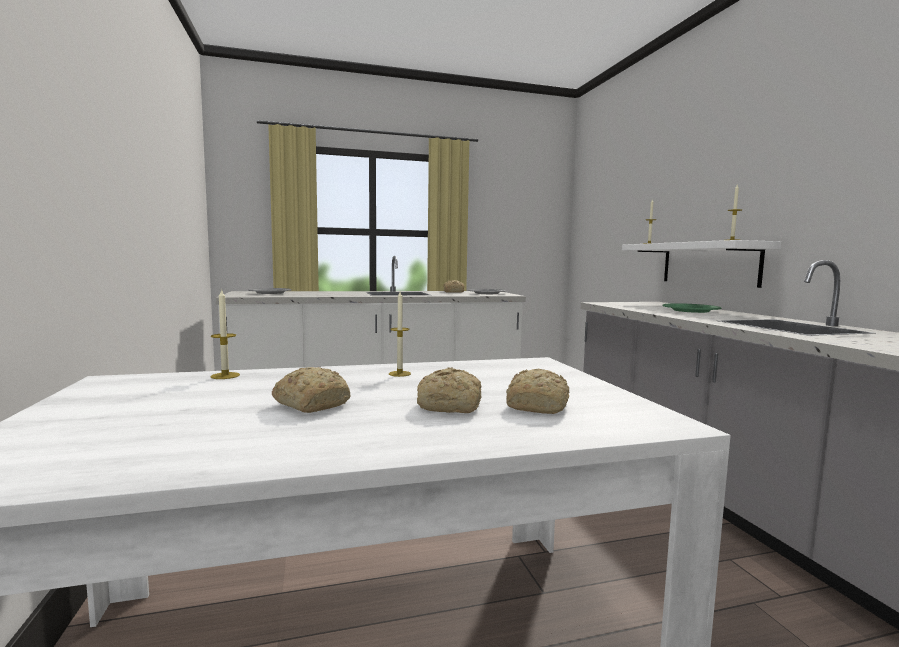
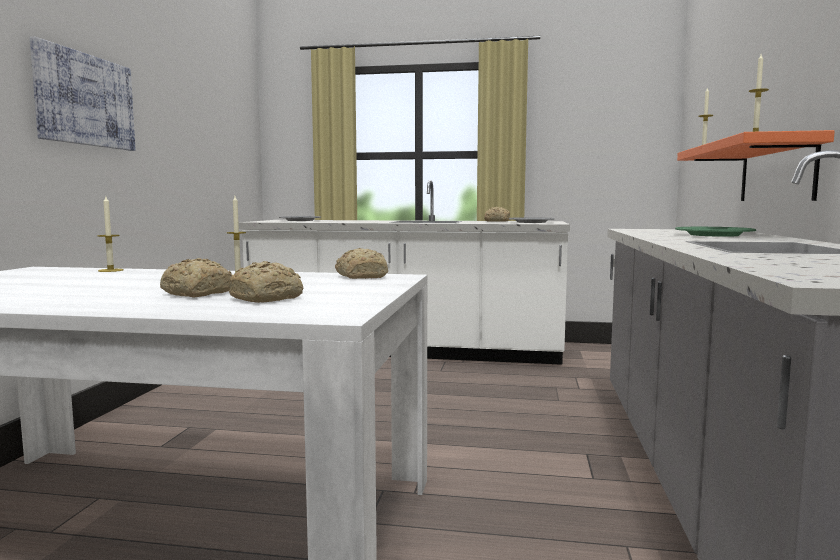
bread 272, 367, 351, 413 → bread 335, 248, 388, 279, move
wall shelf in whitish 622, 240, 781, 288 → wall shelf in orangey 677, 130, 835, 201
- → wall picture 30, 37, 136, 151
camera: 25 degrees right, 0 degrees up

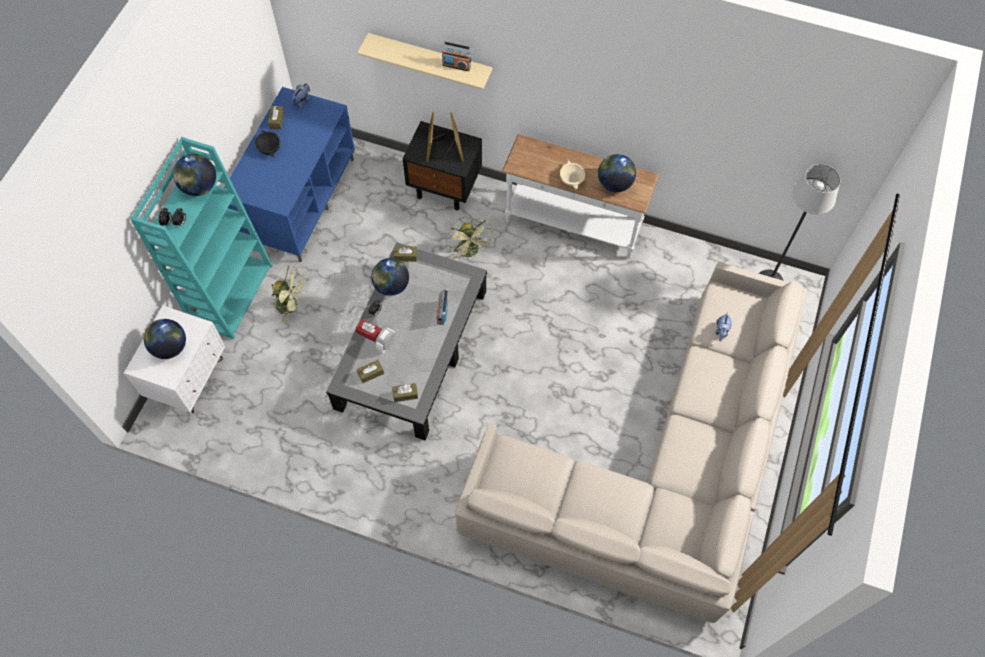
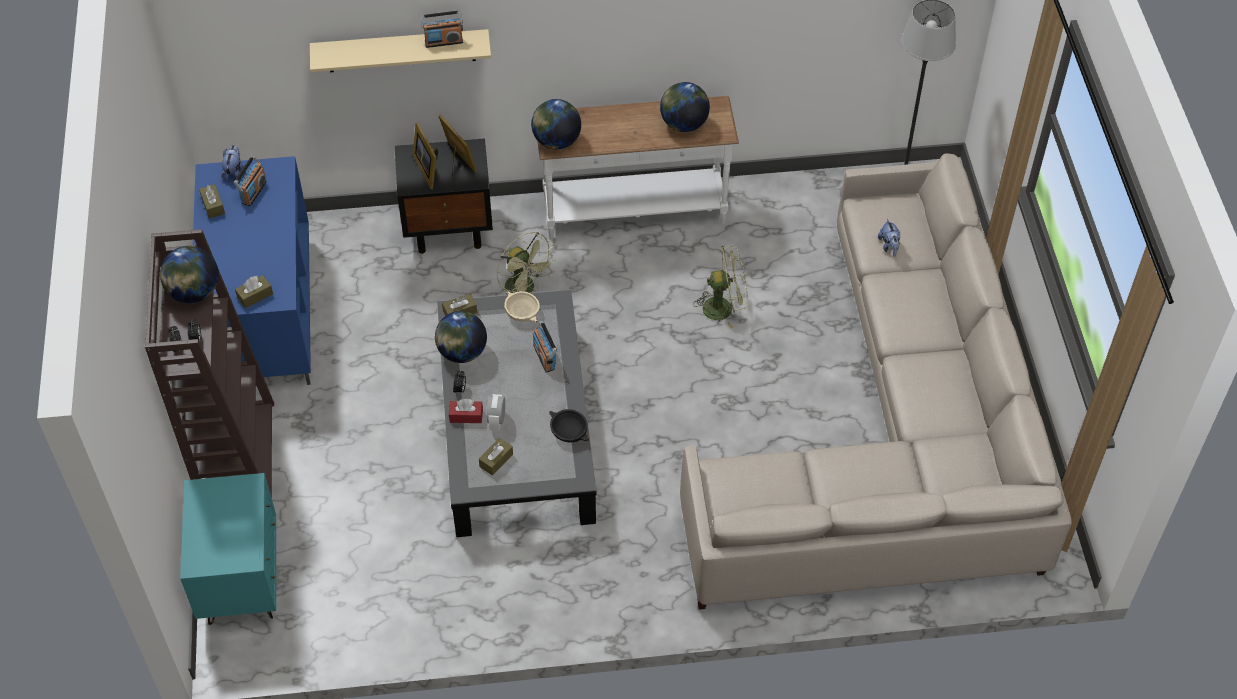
night table in whitish 124, 306, 225, 413 → night table in turquoise-coloured 180, 473, 276, 625
shelving unit in turquoise-coloured 131, 137, 273, 339 → shelving unit in brownish 145, 229, 274, 498
desk globe 144, 319, 186, 359 → desk globe 531, 99, 581, 149, move
serving bowl in blackish 255, 129, 280, 157 → serving bowl in blackish 549, 409, 589, 442, move
electric fan in green 271, 266, 306, 323 → electric fan in green 693, 245, 748, 329, move
box of tissues in brownish 392, 383, 418, 402 → box of tissues in brownish 235, 275, 273, 308, move
serving bowl in beige 560, 160, 585, 190 → serving bowl in beige 504, 291, 540, 322, move
- → radio 234, 155, 267, 206
camera: 25 degrees left, 10 degrees down

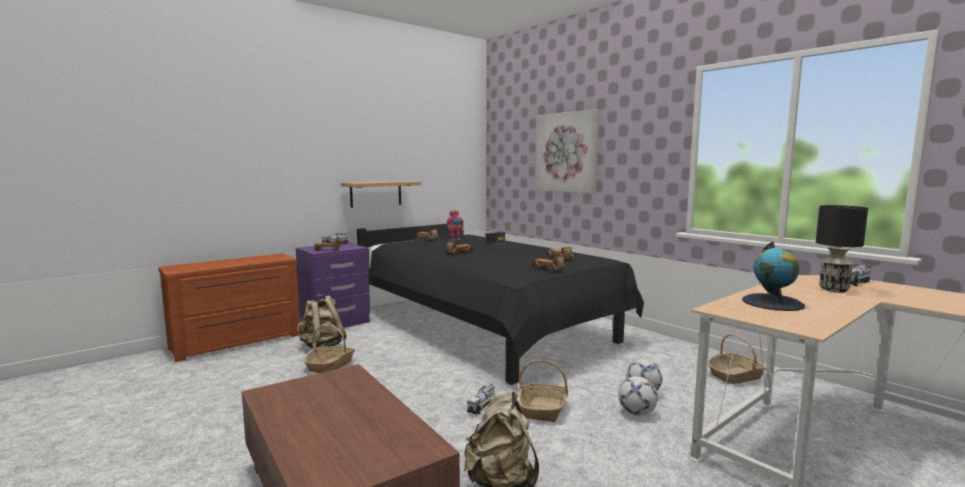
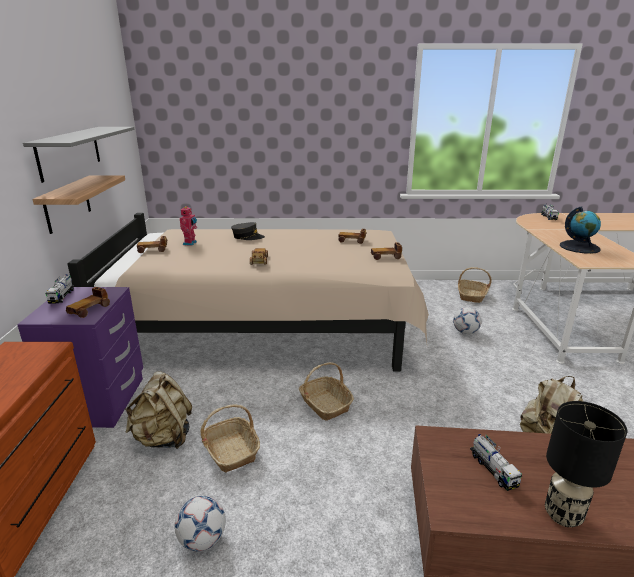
bedroom bed in blackish 357, 220, 644, 385 → bedroom bed in beige 67, 213, 429, 372
toy lorry 467, 384, 495, 414 → toy lorry 470, 434, 523, 491, move
household basket 519, 360, 568, 422 → household basket 299, 362, 354, 420, move
wall picture 535, 109, 599, 193 → -
ball for football 618, 376, 658, 416 → ball for football 174, 496, 226, 551, move
table lamp in blackish 816, 205, 868, 292 → table lamp in blackish 545, 401, 627, 527, move
- → wall shelf in gray 23, 127, 134, 183
camera: 50 degrees left, 15 degrees up

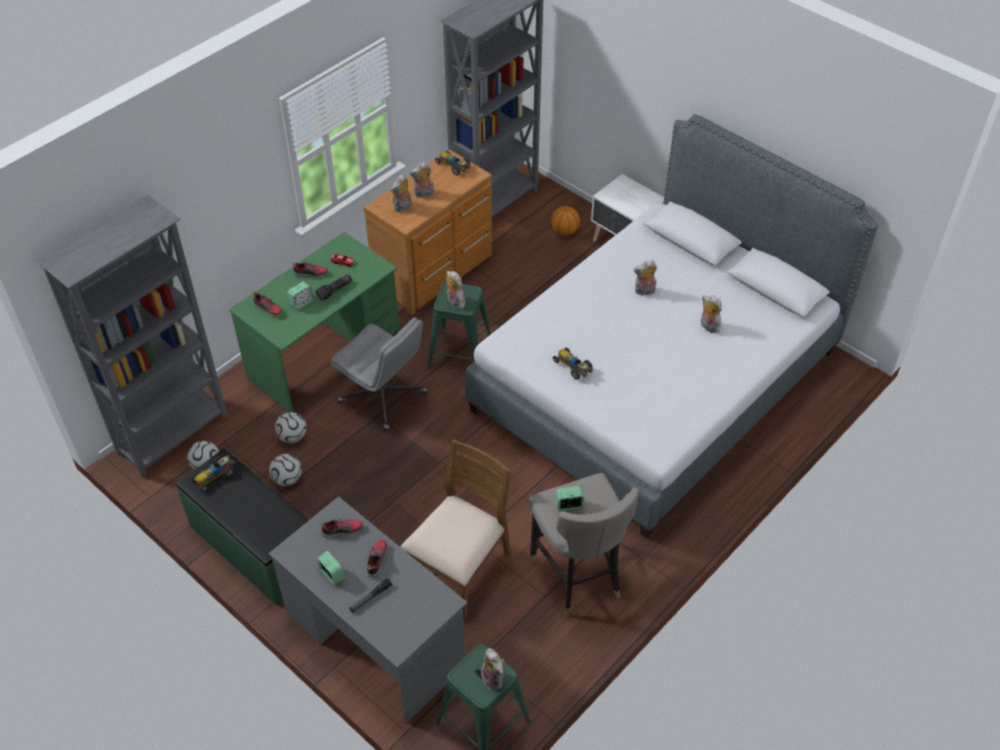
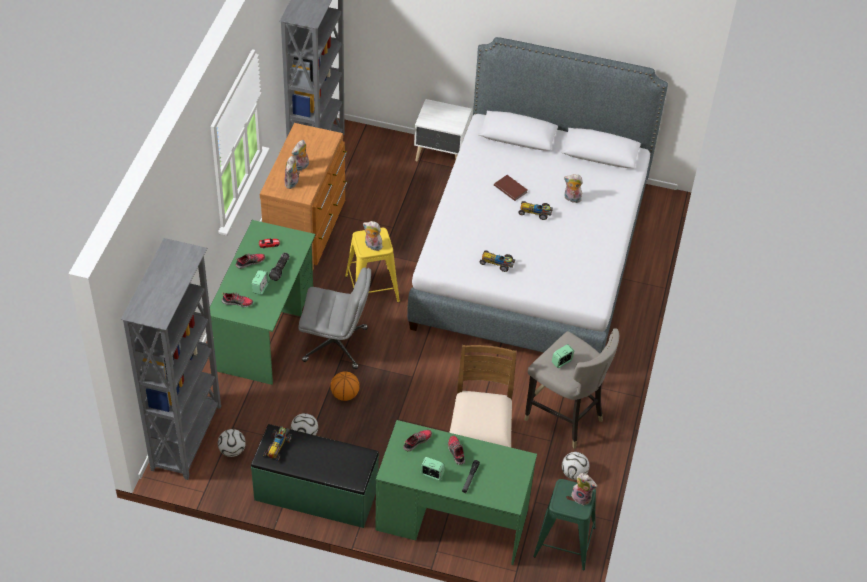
desk in gray 268, 496, 467, 723 → desk in green 375, 420, 537, 565
ball for football 275, 412, 307, 443 → ball for football 562, 452, 589, 480, move
stool in green 427, 281, 491, 369 → stool in yellowish 345, 228, 400, 303
miniature car 435, 151, 471, 176 → miniature car 519, 201, 553, 220, move
basketball ball 551, 206, 580, 235 → basketball ball 330, 371, 360, 401, move
plush toy 634, 260, 657, 295 → bound book in brownish 494, 175, 527, 201
camera: 30 degrees left, 0 degrees up

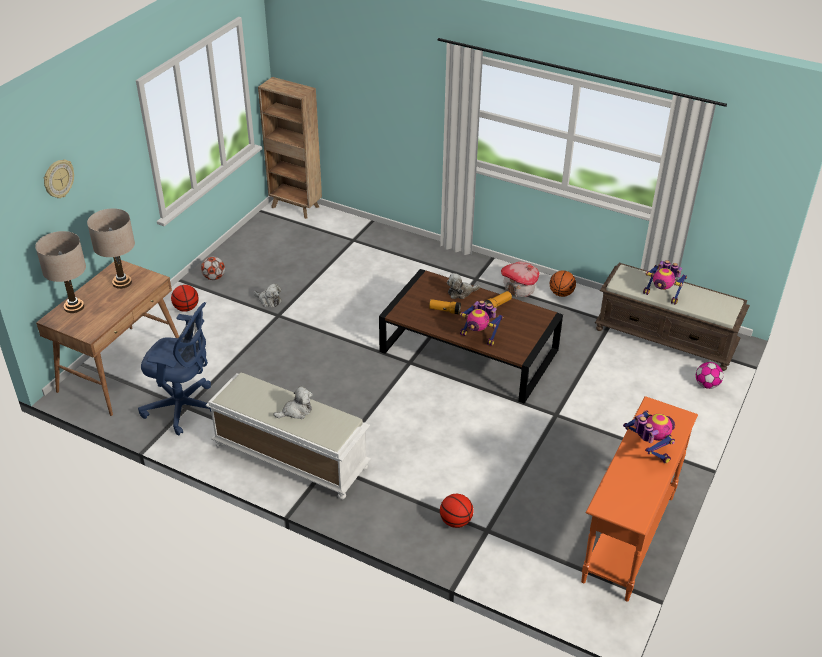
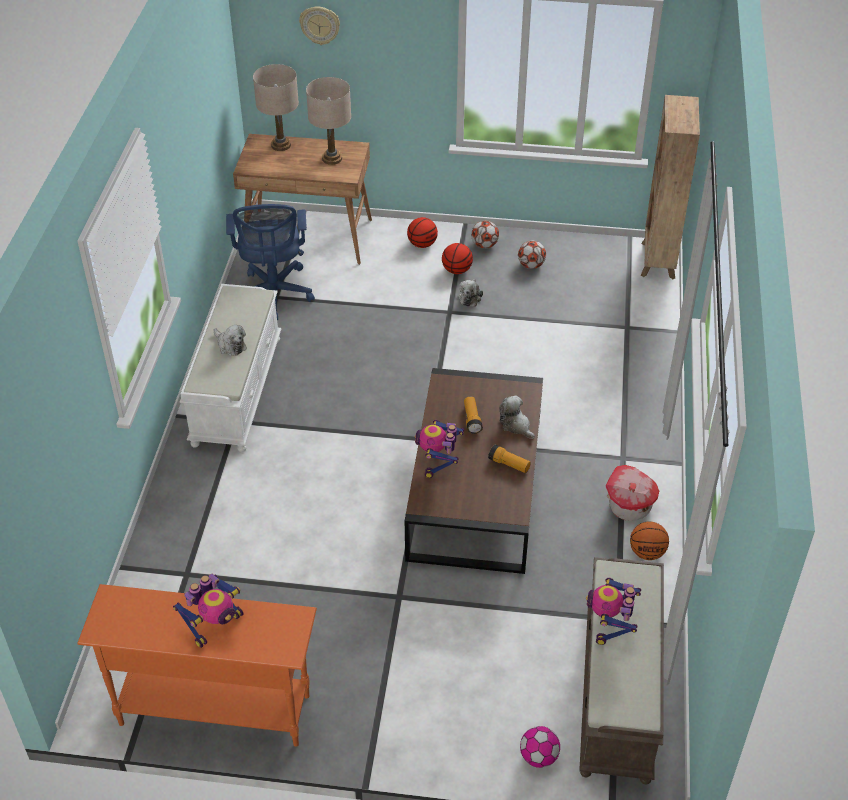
basketball ball 440, 494, 473, 528 → basketball ball 442, 243, 473, 274, move
- → ball for football 518, 240, 546, 269
camera: 70 degrees right, 5 degrees up

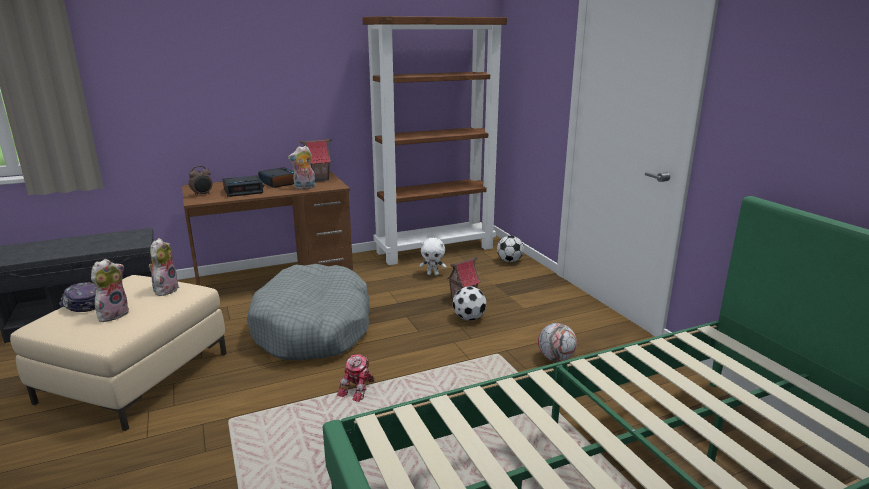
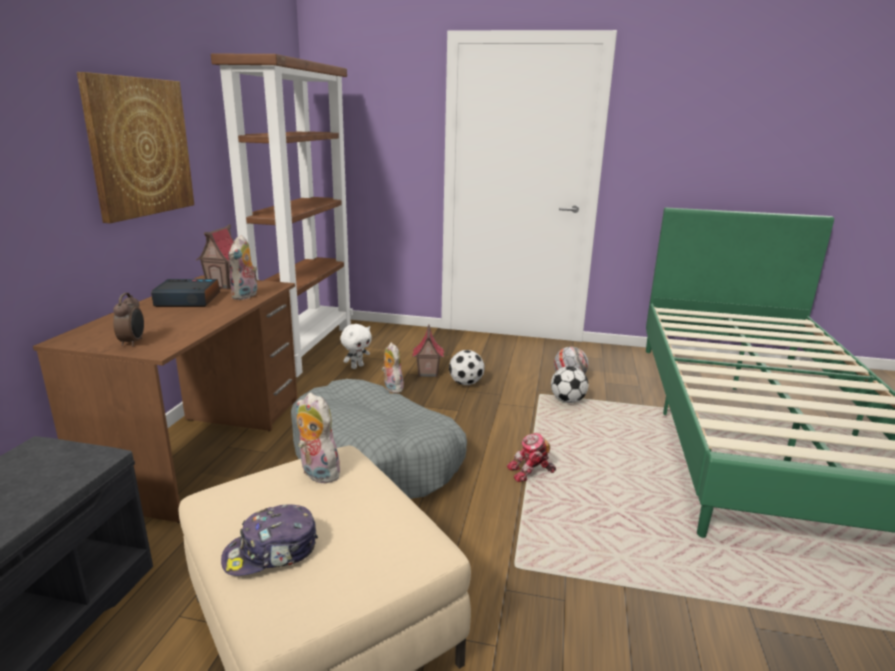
plush toy 91, 259, 129, 322 → plush toy 382, 343, 404, 393, move
bedside clock 223, 175, 264, 197 → -
model robot 337, 354, 375, 402 → model robot 507, 433, 556, 482, 105 degrees clockwise
ball for football 497, 235, 524, 262 → ball for football 551, 366, 588, 403, move
- → wall picture 77, 72, 194, 223
camera: 55 degrees left, 0 degrees up

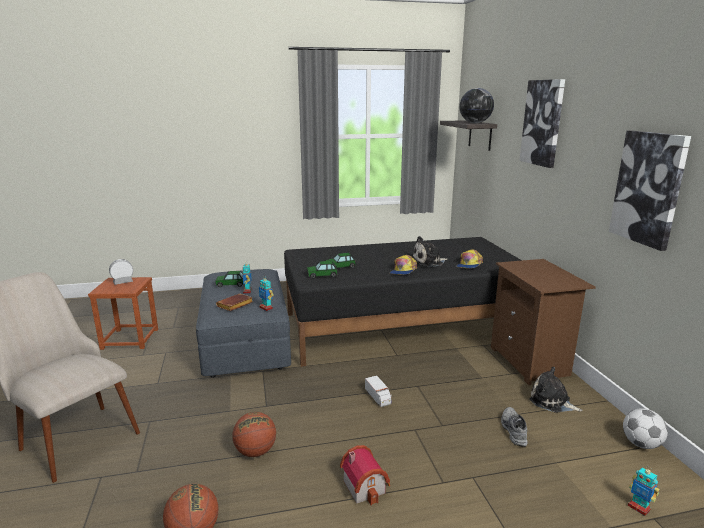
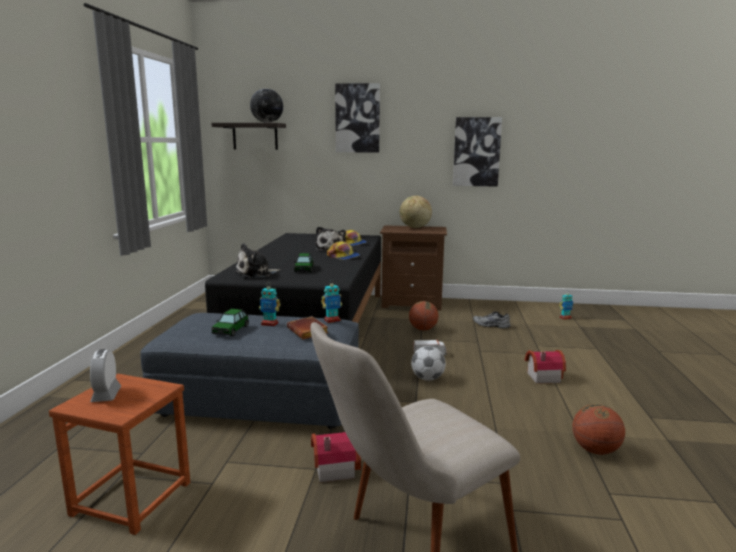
basketball ball 232, 412, 276, 457 → basketball ball 409, 301, 438, 331, move
miniature car 307, 261, 338, 279 → -
plush toy 529, 367, 583, 413 → plush toy 235, 243, 281, 278, move
ball for football 623, 408, 668, 449 → ball for football 411, 346, 446, 381, move
- → miniature house 311, 432, 361, 483
- → desk globe 400, 196, 432, 228
camera: 70 degrees left, 5 degrees down

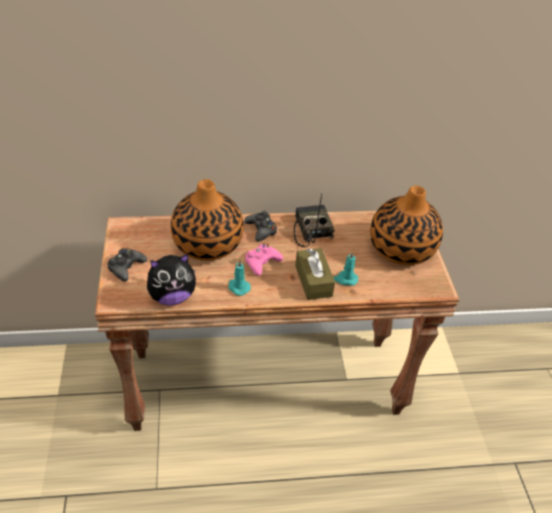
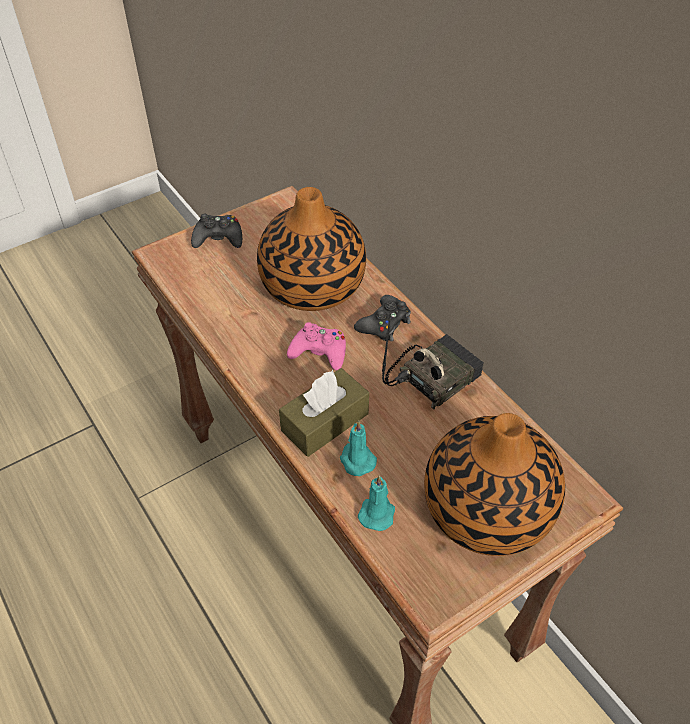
plush toy 147, 254, 196, 305 → -
candle in turquoise-coloured 228, 260, 251, 296 → candle in turquoise-coloured 358, 475, 395, 531, move
camera: 65 degrees right, 5 degrees up

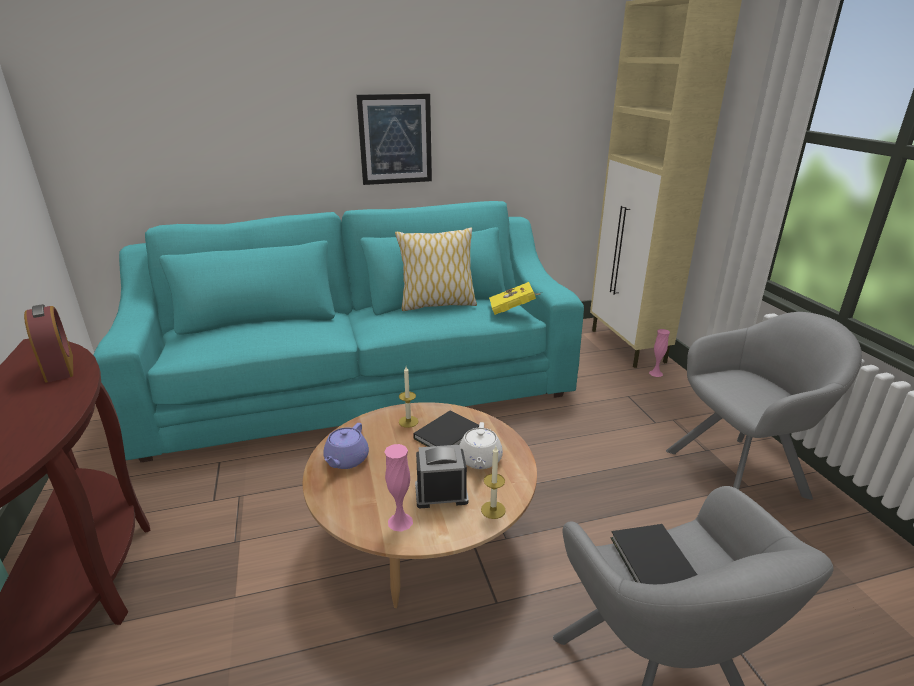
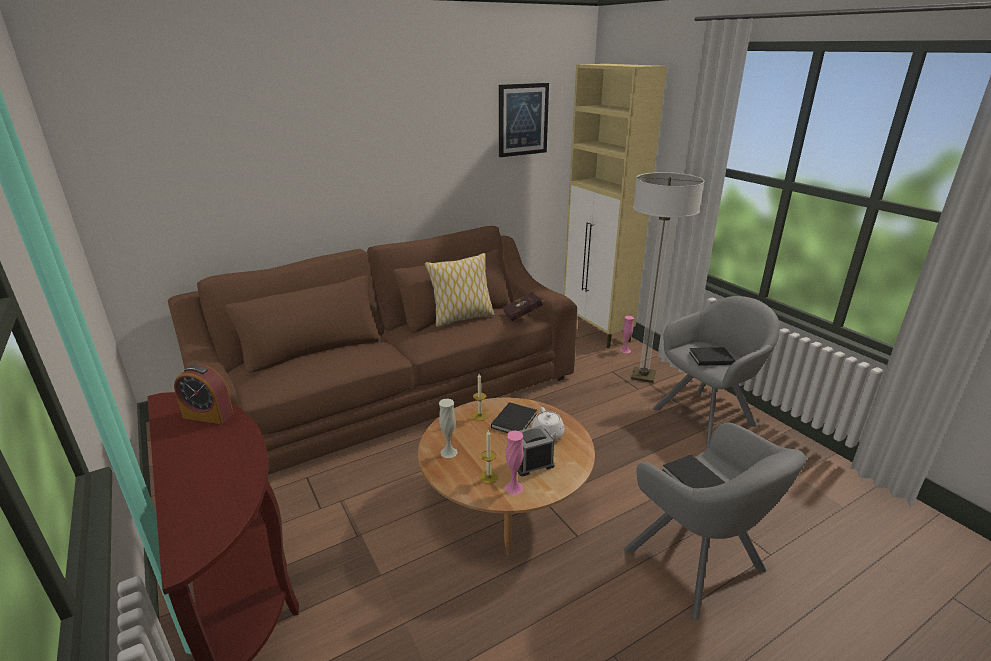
bedside clock 24, 304, 73, 383 → bedside clock 174, 365, 234, 424, 150 degrees clockwise
sofa in turquoise-coloured 93, 201, 584, 462 → sofa in brownish 168, 226, 577, 475
pot for tea in purple-coloured 323, 423, 369, 469 → decorative vase in whitish 439, 398, 458, 458
wall picture 356, 93, 432, 185 → wall picture 499, 83, 549, 157, move
candle 481, 446, 506, 519 → candle 480, 430, 498, 484, move
bound book in yellowish 489, 282, 543, 315 → bound book in red-coloured 502, 292, 544, 321
- → floor lamp 631, 172, 704, 383
- → bound book in blackish 689, 347, 736, 366
camera: 15 degrees left, 0 degrees up

